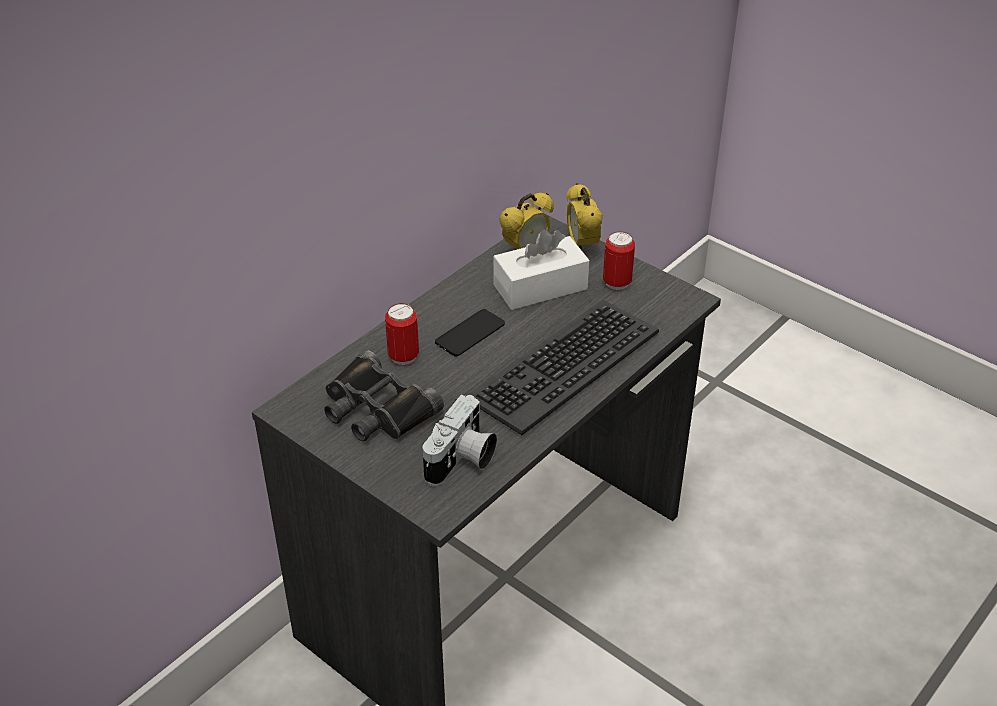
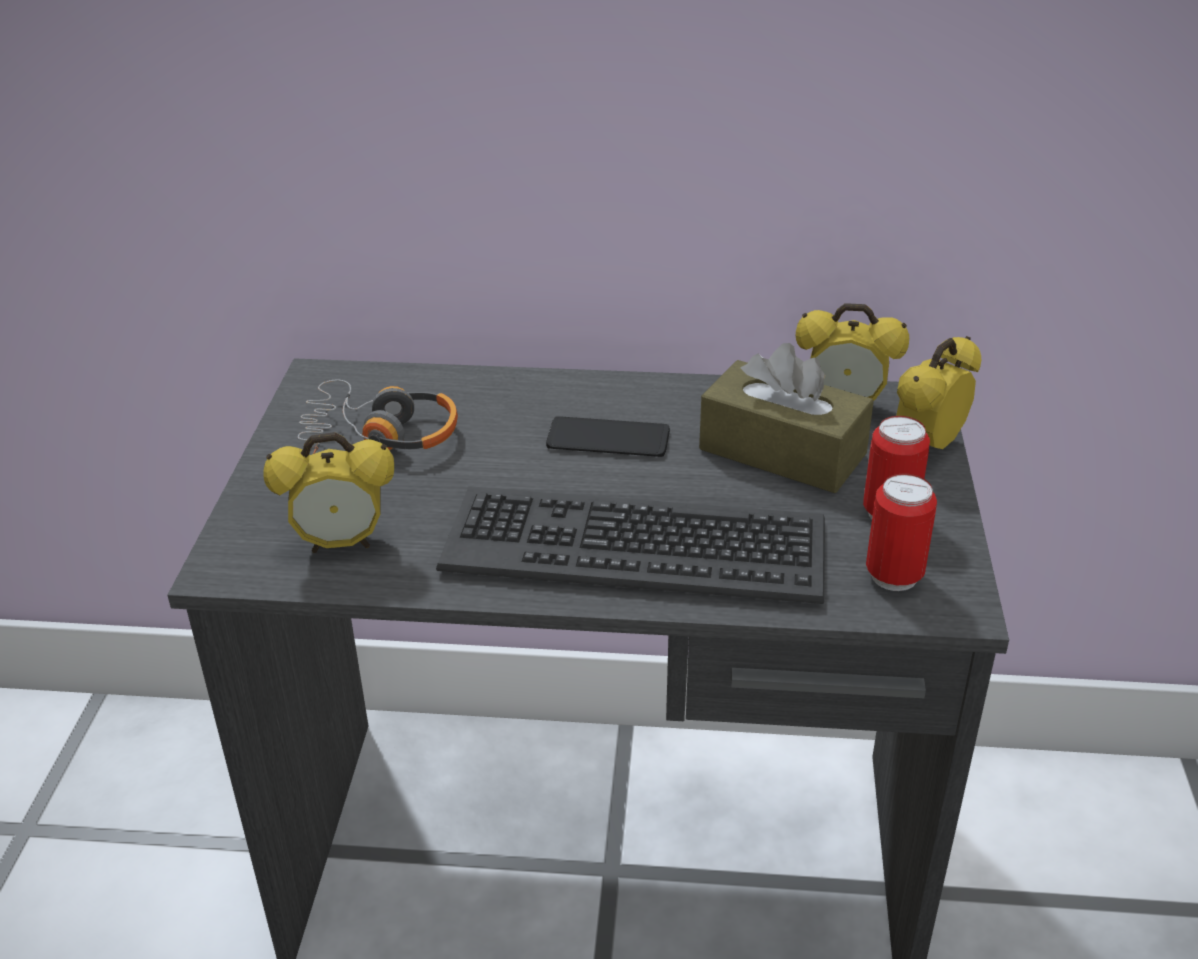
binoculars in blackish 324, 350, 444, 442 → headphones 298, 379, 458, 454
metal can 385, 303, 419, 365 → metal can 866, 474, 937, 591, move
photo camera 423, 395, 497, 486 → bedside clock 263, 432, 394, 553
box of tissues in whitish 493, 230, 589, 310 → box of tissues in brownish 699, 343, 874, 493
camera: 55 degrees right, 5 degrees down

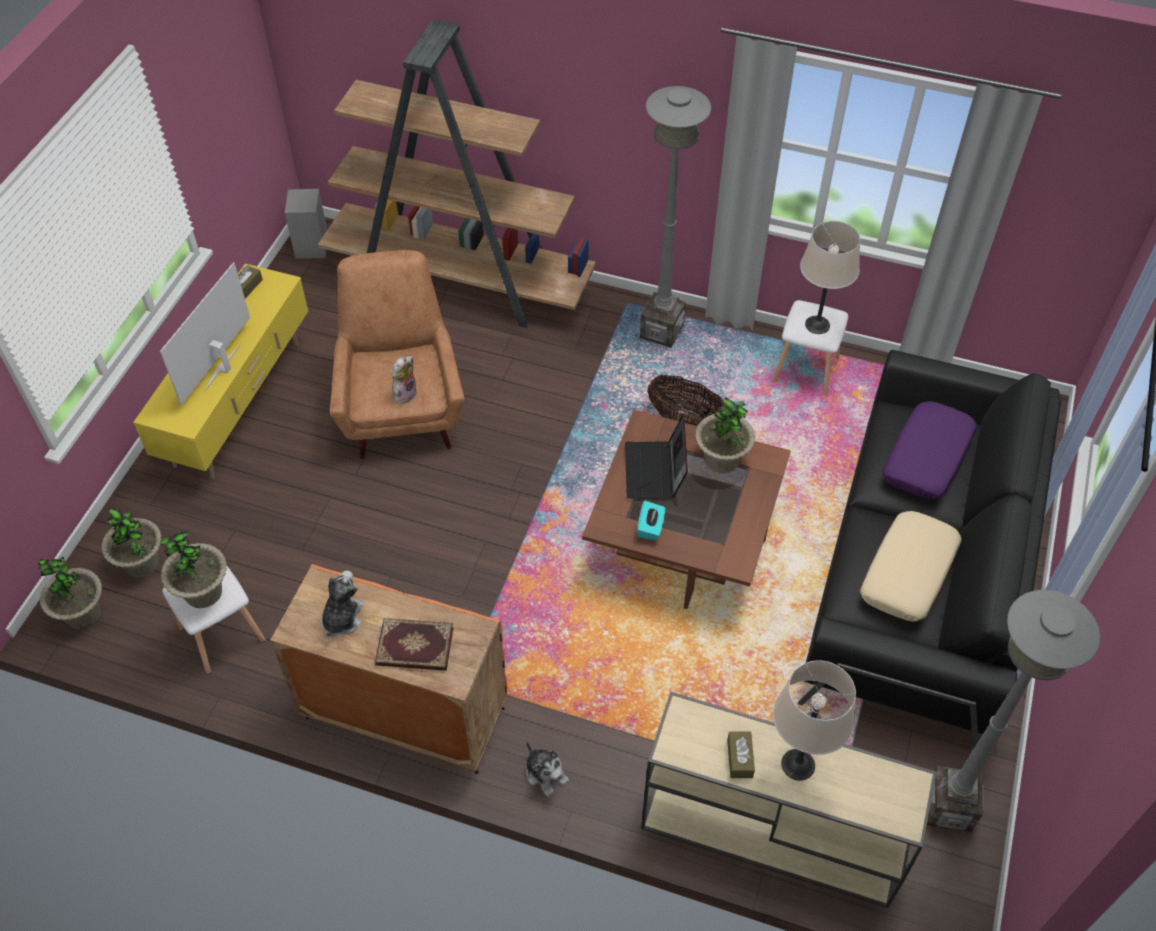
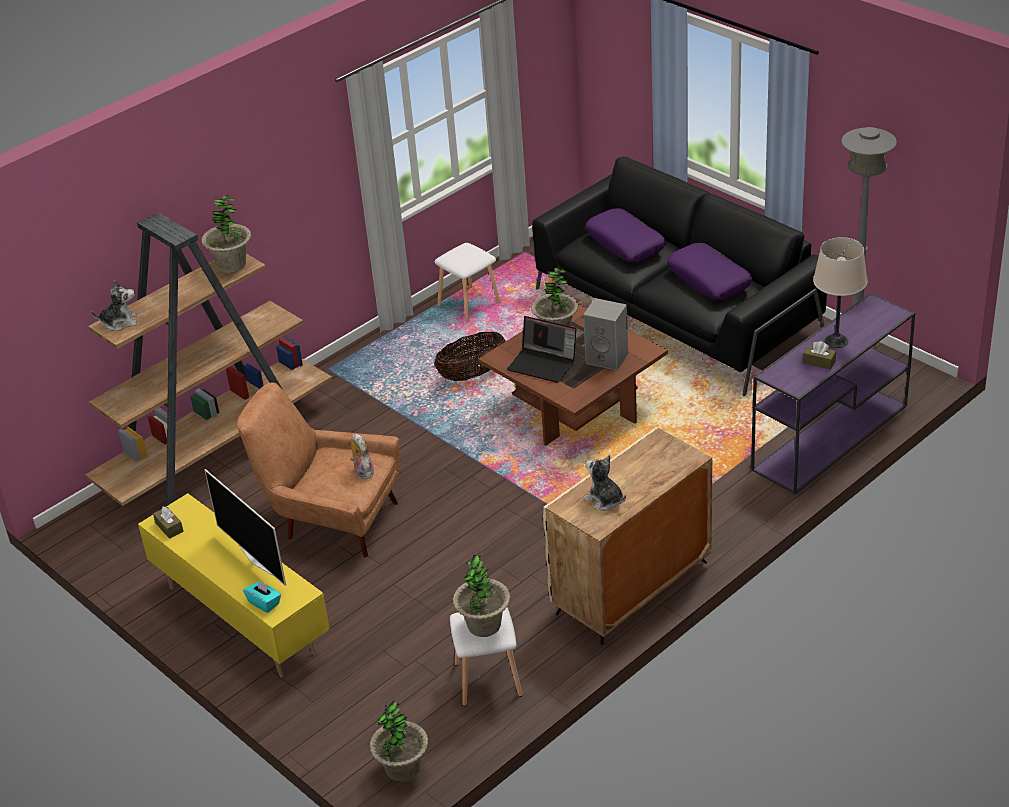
potted plant 101, 507, 162, 577 → potted plant 201, 195, 251, 273, move
cabinet in orangey 270, 564, 507, 774 → cabinet in beige 543, 427, 712, 645
speaker in gray 285, 189, 327, 259 → speaker in gray 583, 298, 628, 371, move
bound book 375, 618, 454, 671 → -
plush toy 526, 741, 569, 797 → plush toy 91, 281, 137, 331, move
box of tissues in turquoise-coloured 637, 501, 665, 540 → box of tissues in turquoise-coloured 243, 579, 281, 613, move
floor lamp in gray 640, 86, 711, 348 → -
narrow table in beige 641, 692, 936, 908 → narrow table in purple-coloured 751, 293, 915, 494
table lamp in beige 800, 221, 860, 334 → -
pillow in beige 860, 511, 961, 622 → pillow in purple-coloured 667, 243, 752, 300
camera: 60 degrees left, 15 degrees down

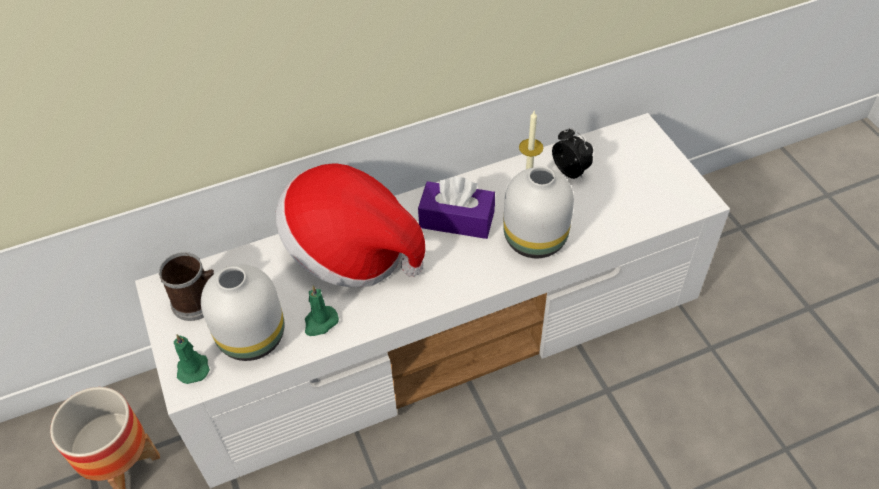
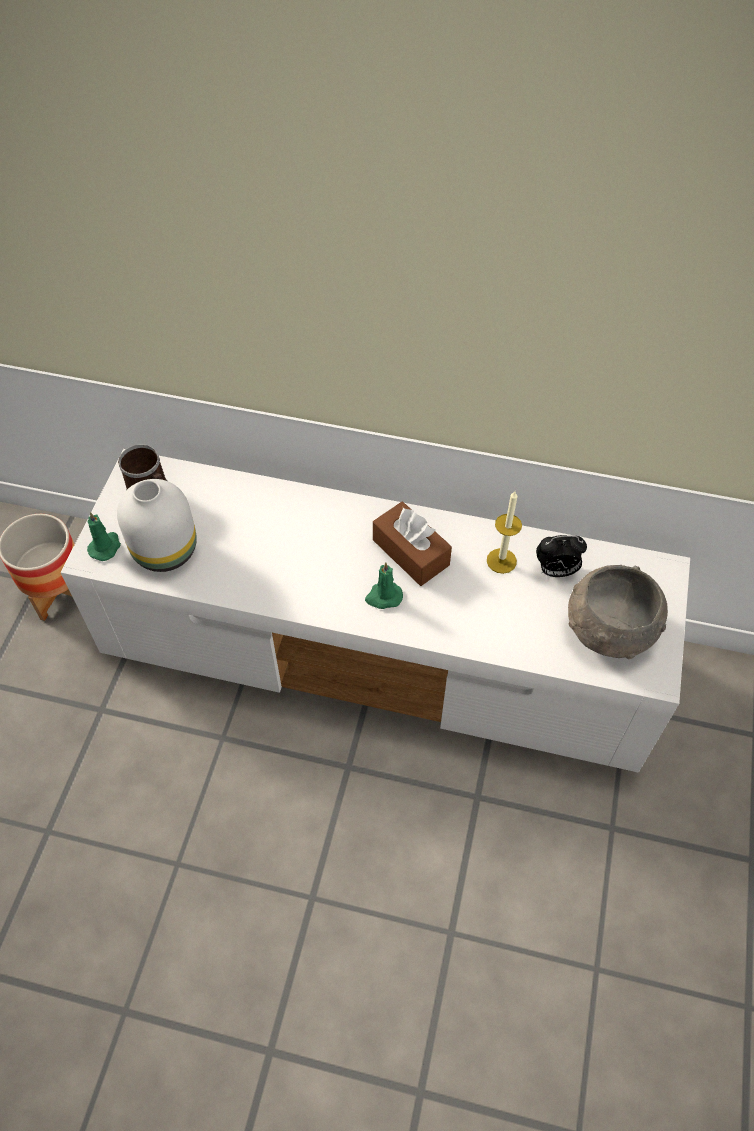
wearable hat 276, 163, 425, 287 → -
candle in green 305, 285, 339, 336 → candle in green 365, 562, 403, 609, move
box of tissues in purple-coloured 418, 177, 495, 239 → box of tissues in brownish 373, 502, 452, 586
decorative vase in whitish 503, 166, 574, 258 → -
bedside clock 552, 128, 593, 179 → bedside clock 536, 535, 587, 577, 90 degrees clockwise
- → serving bowl in gray 568, 565, 668, 659
camera: 35 degrees right, 5 degrees up

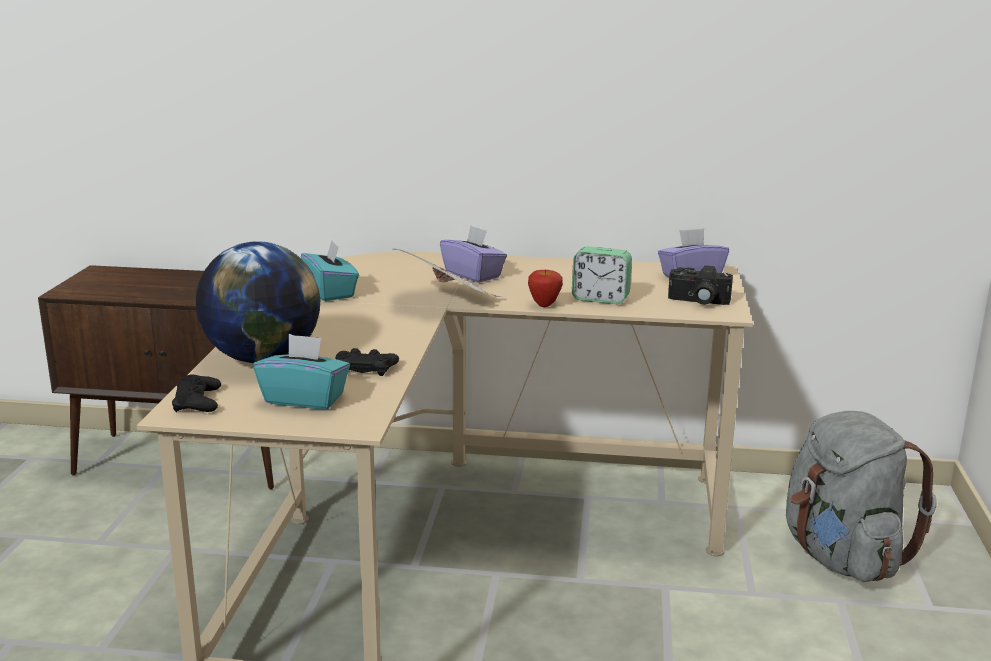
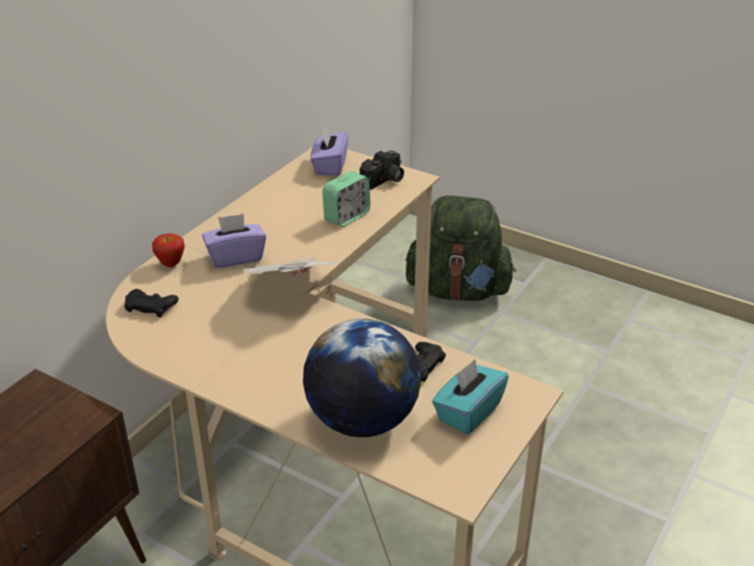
gamepad in blackish 172, 375, 221, 412 → gamepad in blackish 124, 289, 179, 317, move
box of tissues in turquoise-coloured 301, 241, 359, 301 → -
apple 528, 269, 563, 307 → apple 152, 234, 185, 267, move
knapsack in gray 786, 411, 937, 582 → knapsack in green 406, 196, 516, 301
camera: 65 degrees left, 15 degrees up

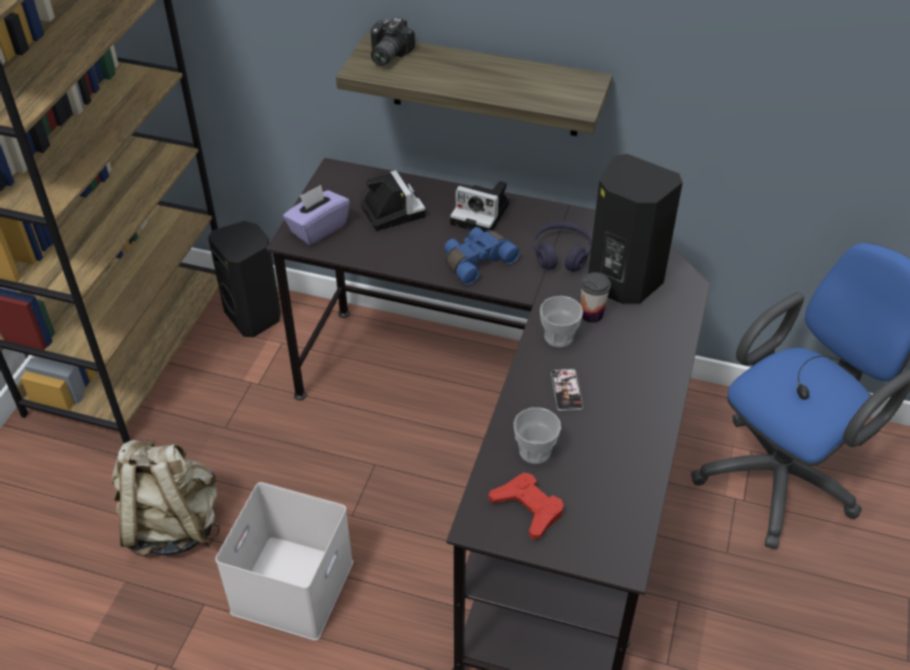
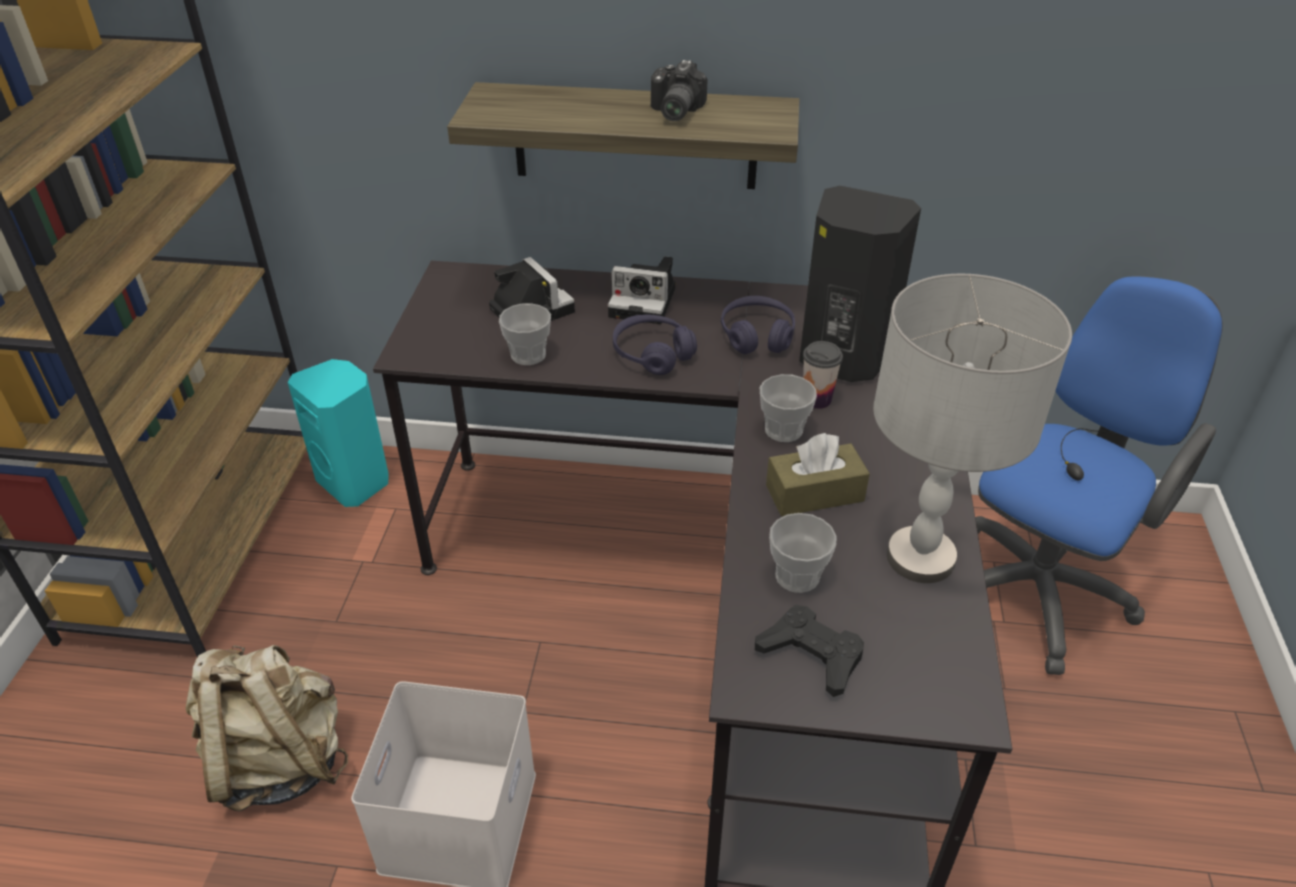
speaker in blackish 208, 221, 281, 337 → speaker in turquoise-coloured 288, 359, 388, 507
box of tissues in purple-coloured 283, 185, 350, 245 → -
photo camera 371, 17, 415, 66 → photo camera 651, 60, 708, 121, move
binoculars in blue-coloured 444, 227, 520, 285 → headphones in purple-coloured 613, 315, 697, 375
gamepad in red-coloured 488, 472, 564, 539 → gamepad in blackish 755, 605, 864, 697
phone 551, 369, 583, 411 → box of tissues in brownish 766, 433, 870, 516
- → small cup 499, 303, 551, 365
- → table lamp in gray 873, 274, 1072, 583
camera: 10 degrees left, 5 degrees down

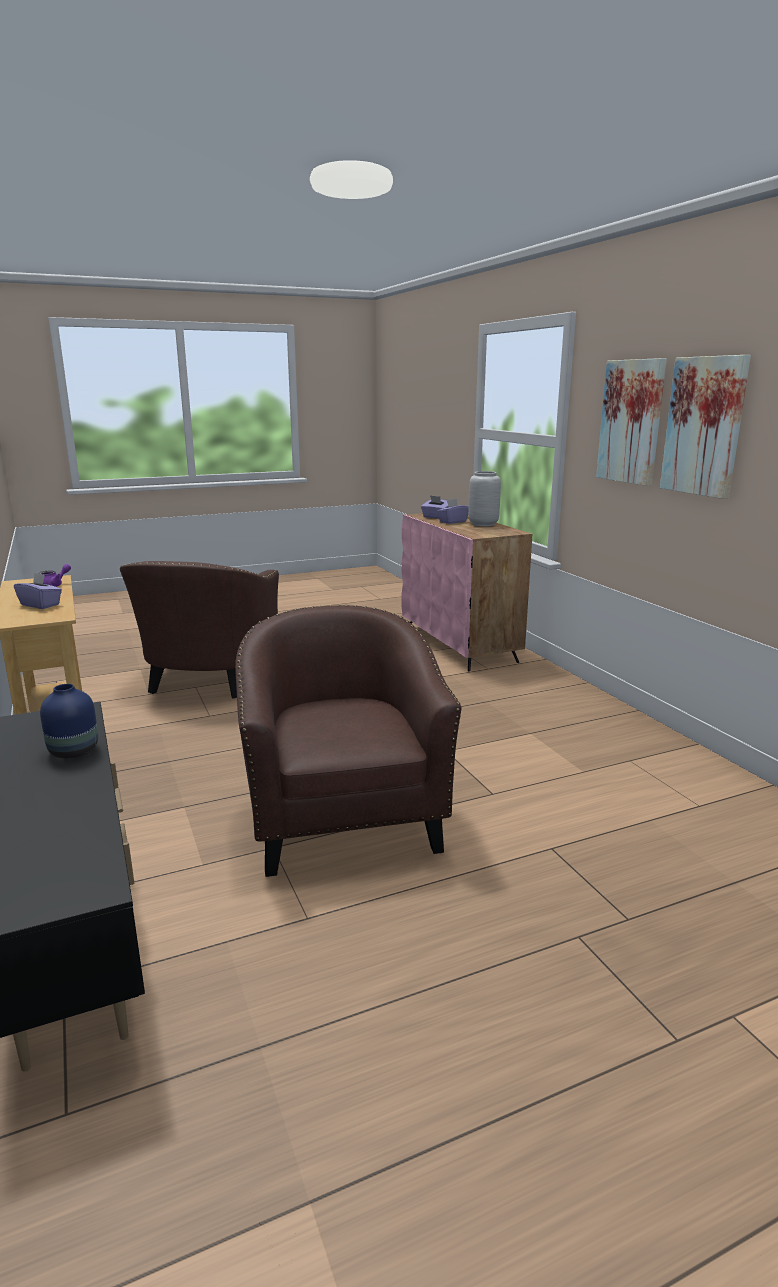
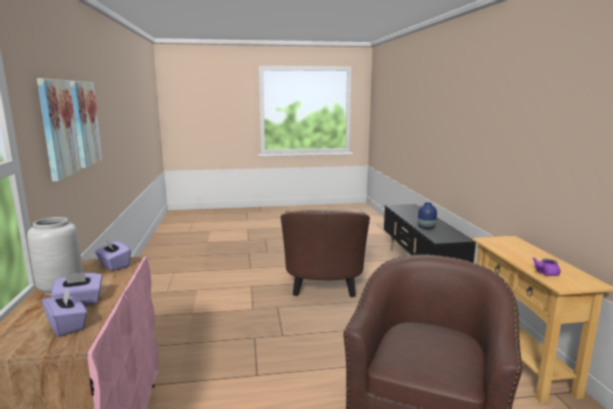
box of tissues in purple-coloured 14, 572, 62, 609 → box of tissues in purple-coloured 95, 239, 131, 271, move
camera: 165 degrees left, 5 degrees down

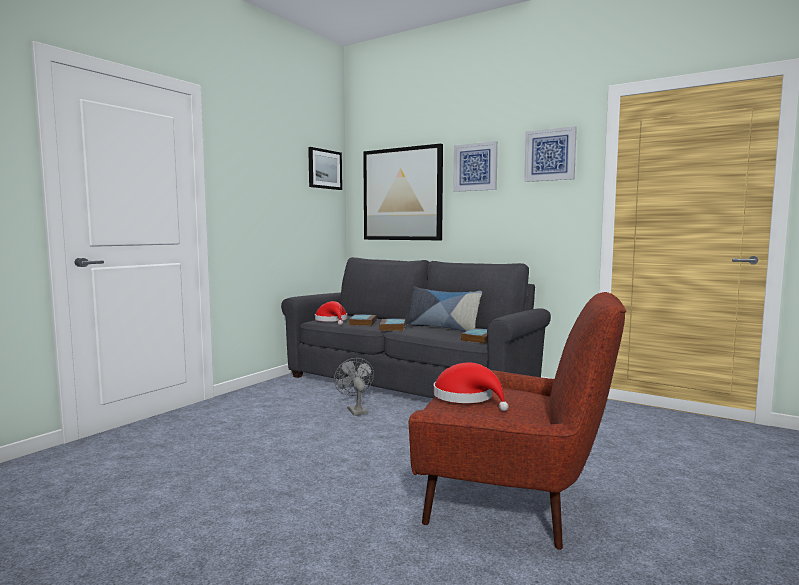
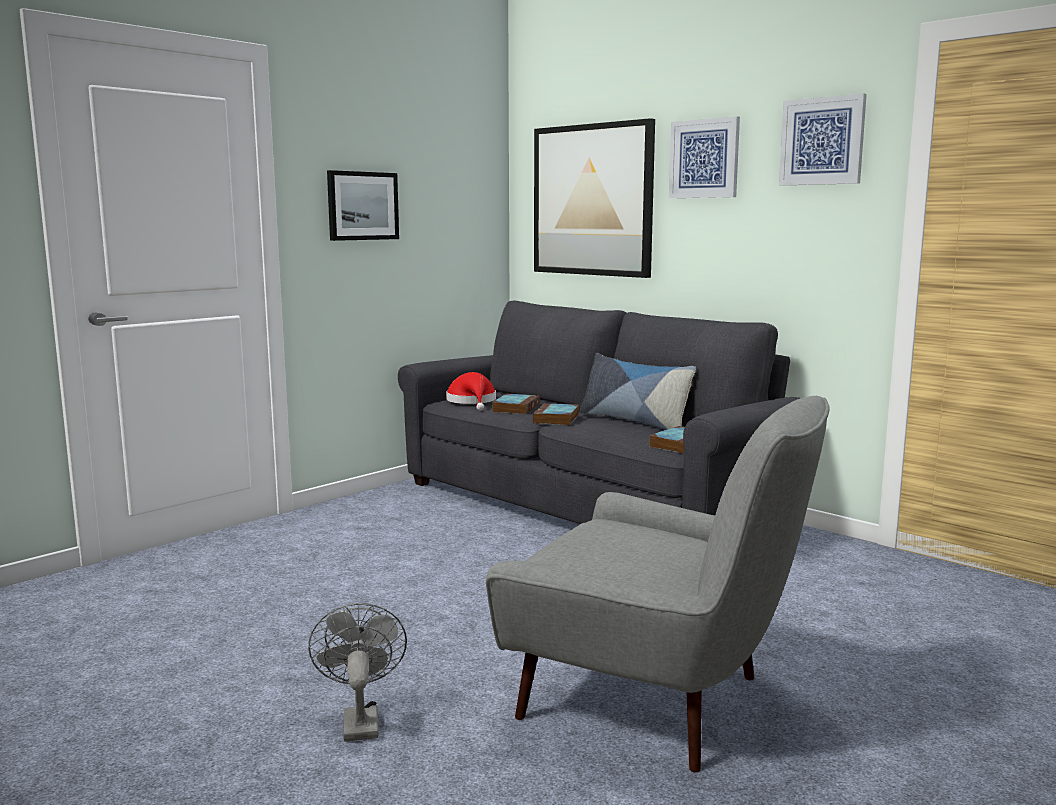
wall picture 308, 147, 342, 190 → wall picture 327, 170, 399, 241, move
electric fan in gray 334, 358, 374, 416 → electric fan in gray 308, 603, 407, 742, move
lounge chair in red-coloured 409, 292, 626, 550 → lounge chair in gray 486, 396, 830, 773
wearable hat in red-coloured 434, 362, 509, 411 → -
camera: 10 degrees right, 5 degrees up

